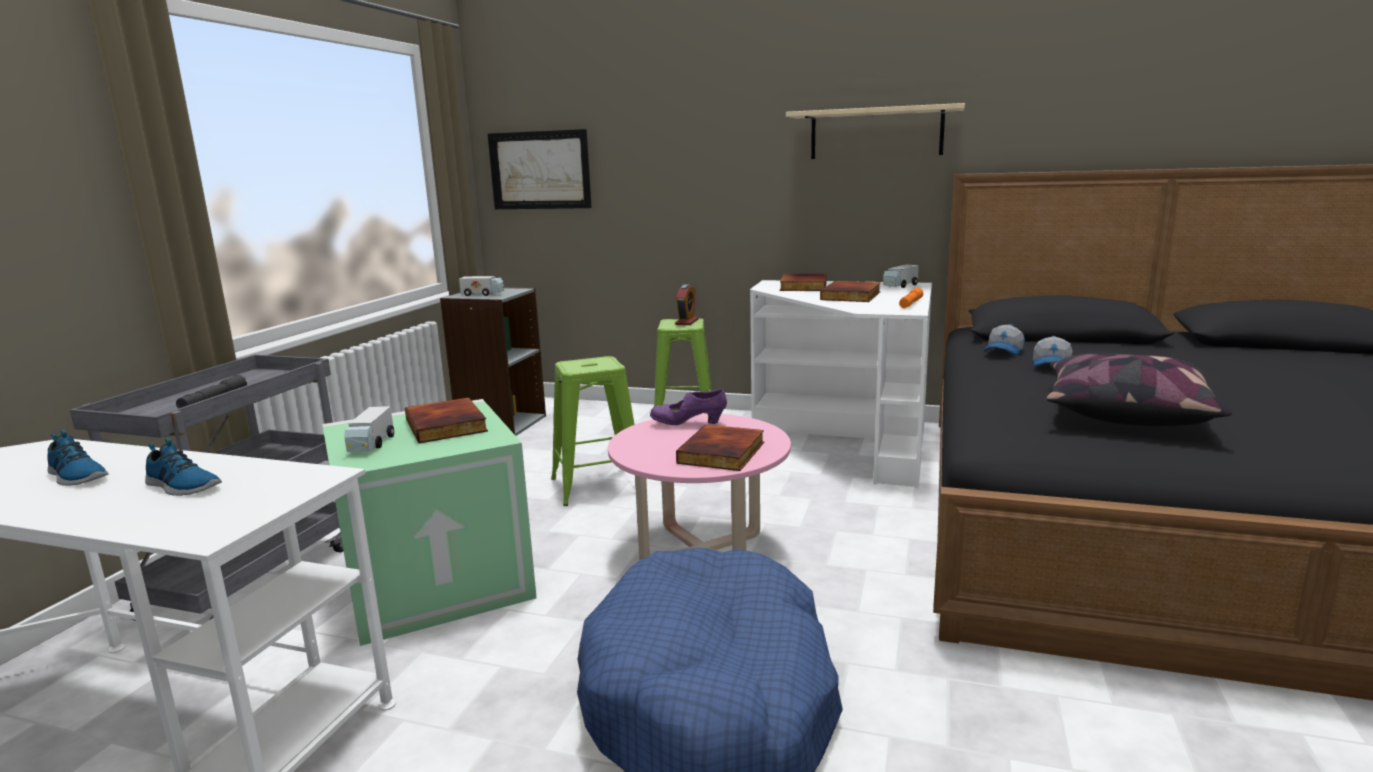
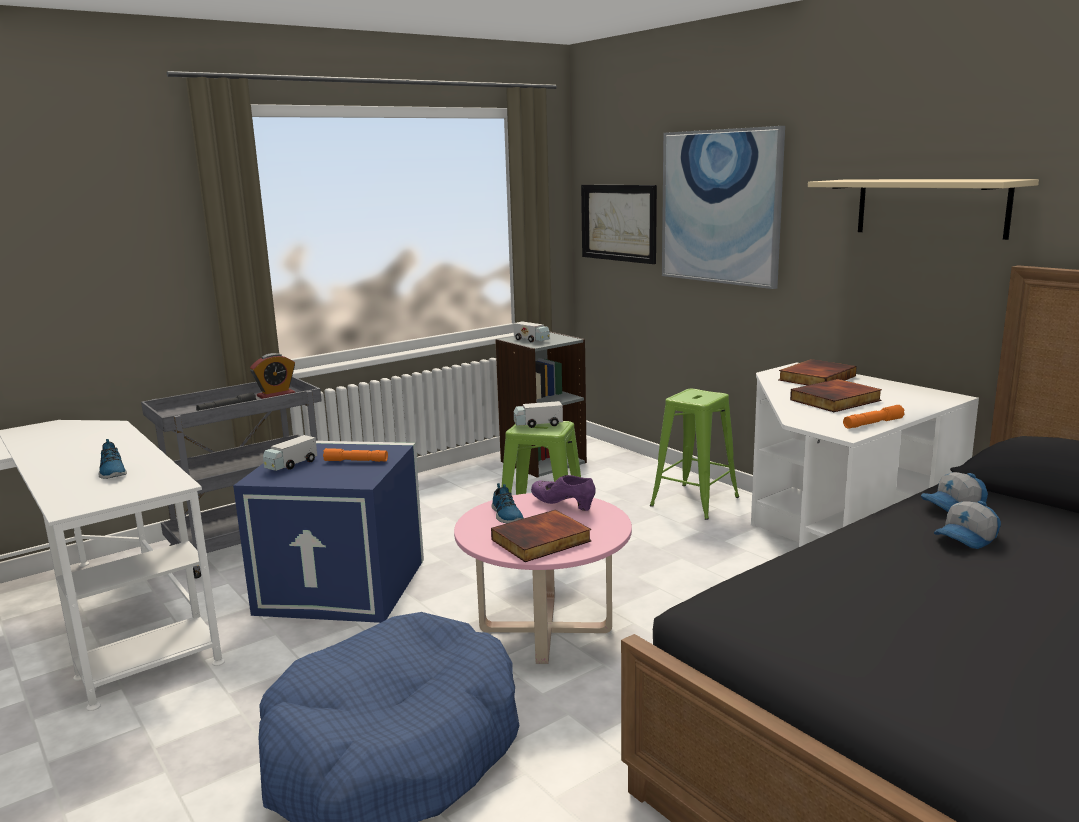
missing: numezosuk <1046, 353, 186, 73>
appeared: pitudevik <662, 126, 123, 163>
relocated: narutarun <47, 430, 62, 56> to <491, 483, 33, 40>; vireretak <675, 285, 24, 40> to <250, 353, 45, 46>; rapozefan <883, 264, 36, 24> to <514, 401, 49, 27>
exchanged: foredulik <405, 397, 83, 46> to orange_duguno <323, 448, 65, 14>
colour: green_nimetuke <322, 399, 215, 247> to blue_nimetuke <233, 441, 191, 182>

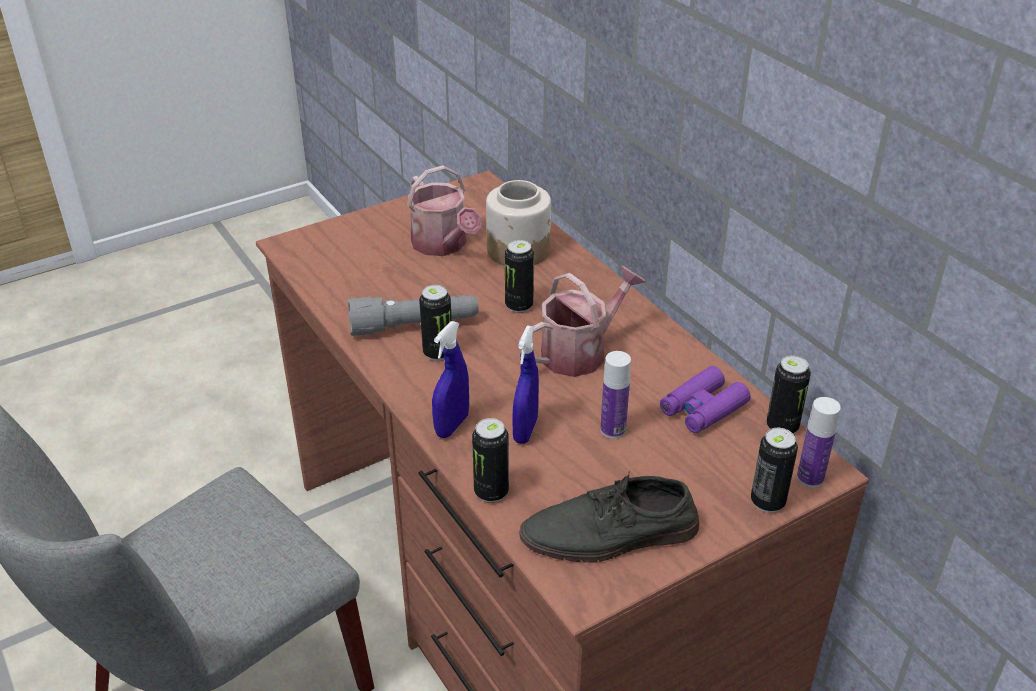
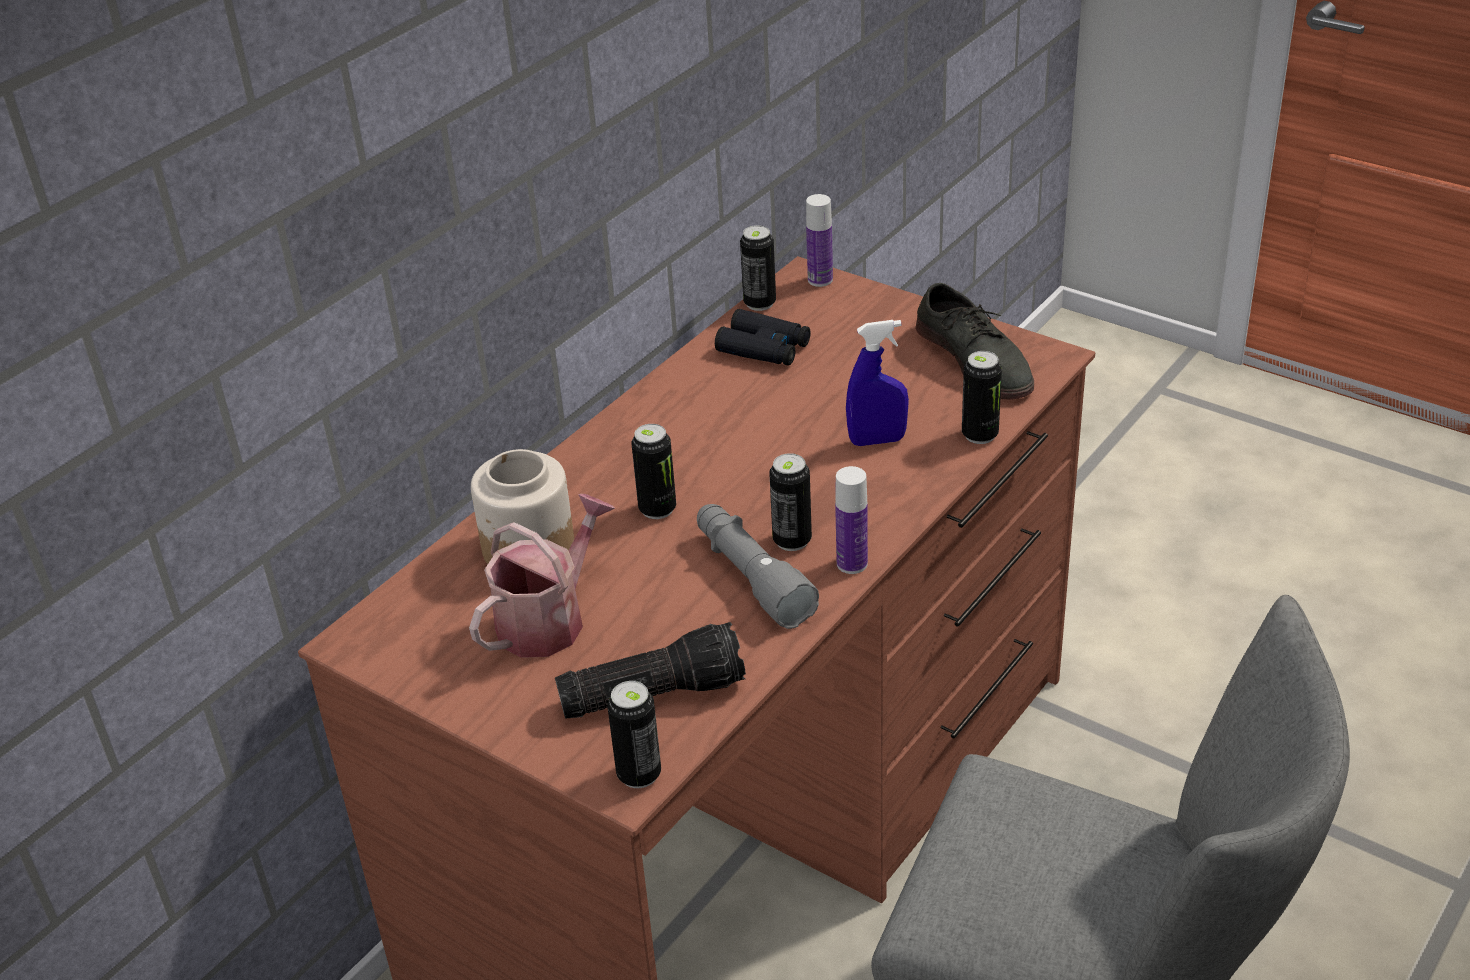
missing: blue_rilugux <432, 321, 37, 117>; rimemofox <533, 266, 113, 111>
appeared: duguno <555, 622, 191, 97>
relocated: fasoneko <600, 351, 31, 88> to <835, 466, 33, 108>; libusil <751, 428, 47, 85> to <607, 681, 54, 107>
colour: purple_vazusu <660, 366, 91, 67> to black_vazusu <715, 309, 96, 57>

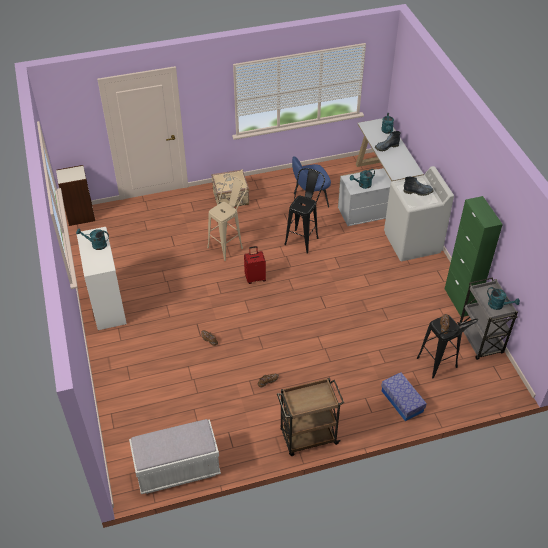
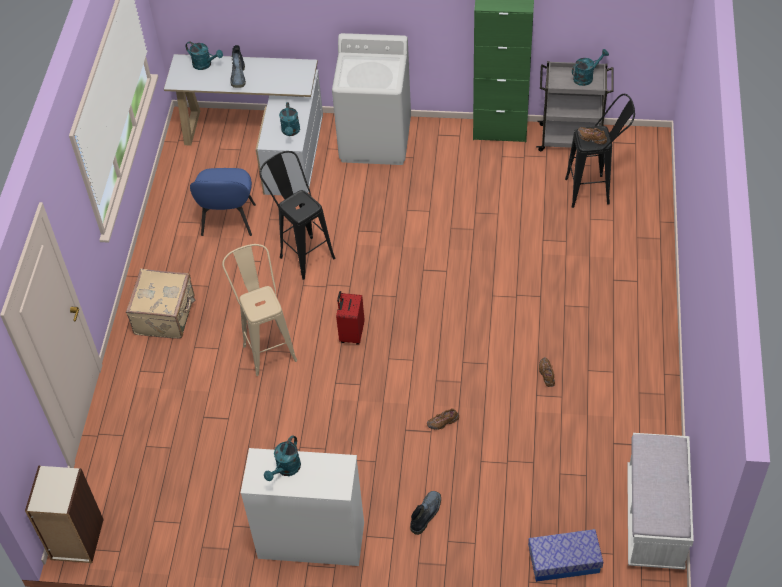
missing: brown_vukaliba <277, 378, 67, 78>
relocated: nimetuke <381, 372, 46, 49> to <528, 529, 75, 53>; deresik <404, 177, 29, 19> to <410, 491, 31, 44>

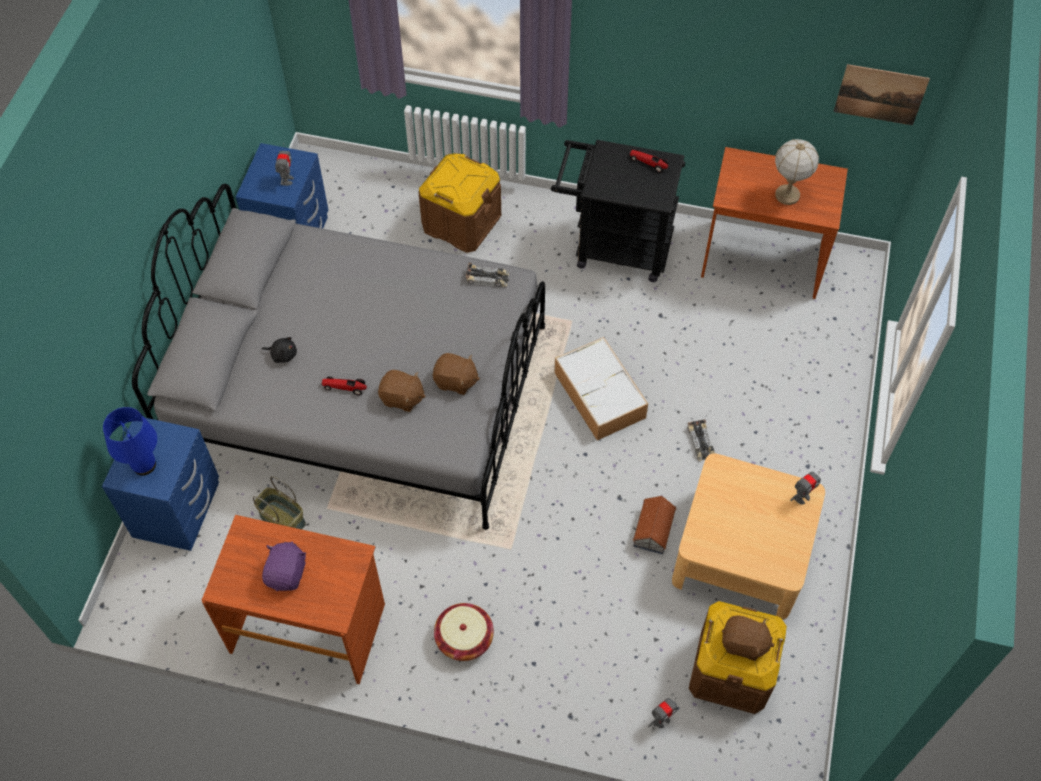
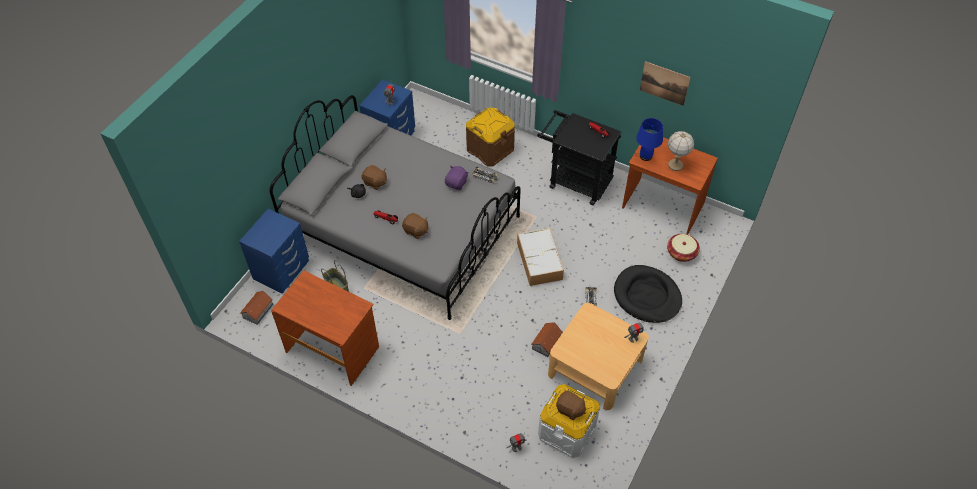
appeared: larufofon <240, 291, 33, 34>; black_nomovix <614, 265, 68, 58>
relocated: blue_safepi <103, 407, 54, 68> to <636, 118, 27, 43>; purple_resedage <262, 542, 44, 49> to <445, 165, 24, 25>; brown_resedage <433, 353, 47, 42> to <361, 165, 26, 25>; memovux <434, 603, 60, 58> to <667, 234, 33, 28>; pitudevik <834, 64, 96, 61> to <640, 61, 51, 45>
colour: brown_nimetuke <689, 601, 98, 113> to white_nimetuke <538, 384, 62, 74>

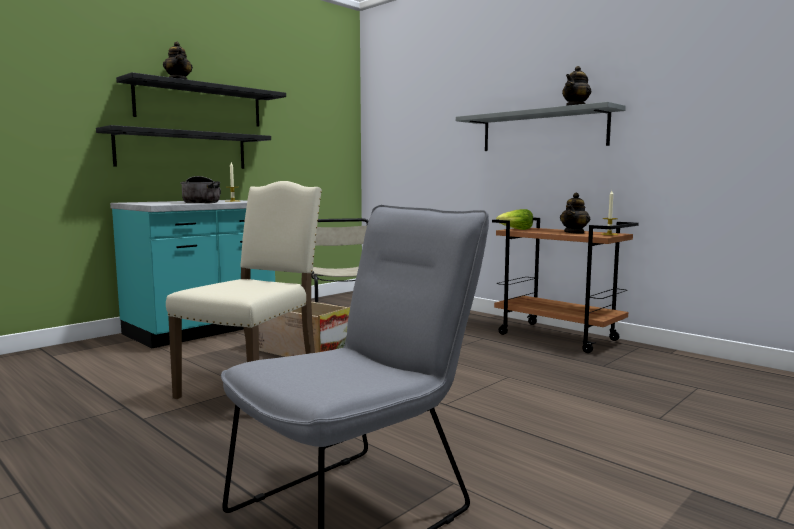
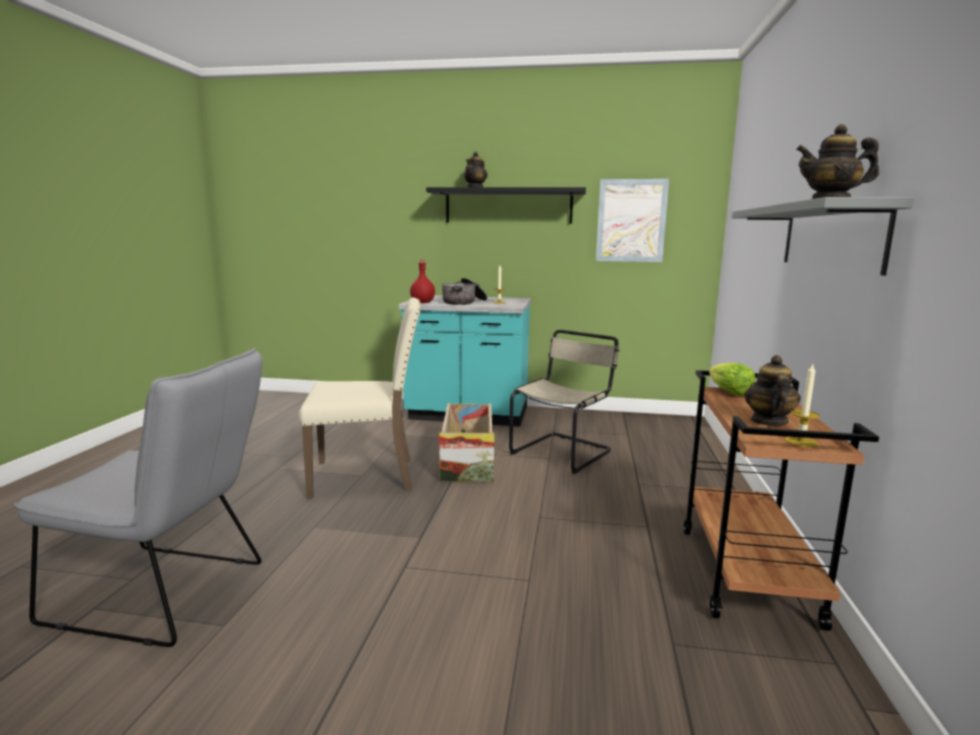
missing: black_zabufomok <96, 125, 175, 44>
appeared: red_fasoneko <410, 259, 25, 44>; pitudevik <596, 179, 73, 83>
spun: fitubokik <560, 193, 30, 41> = <744, 355, 57, 71> 105 degrees clockwise

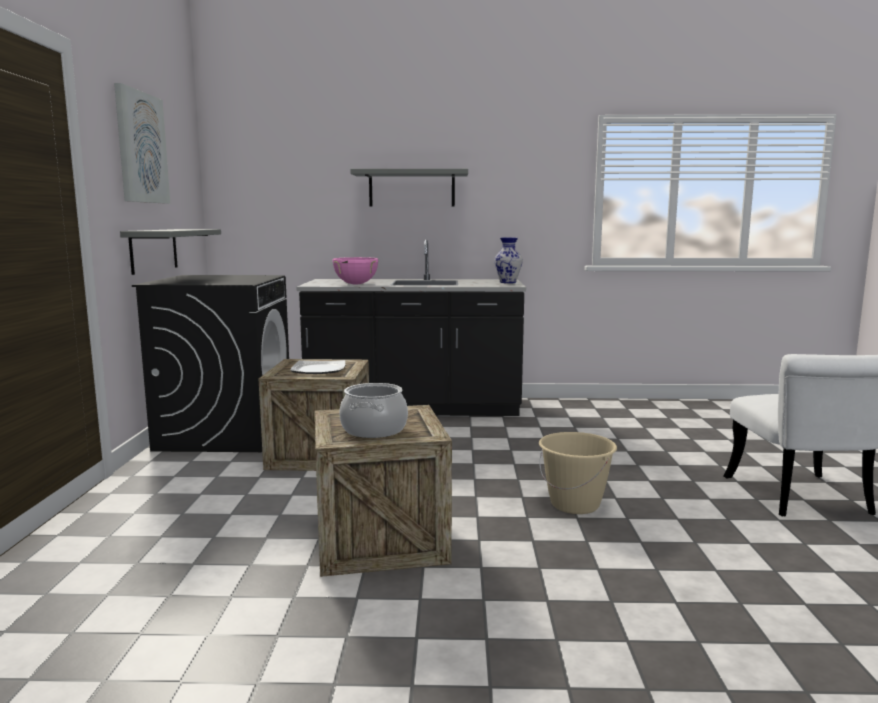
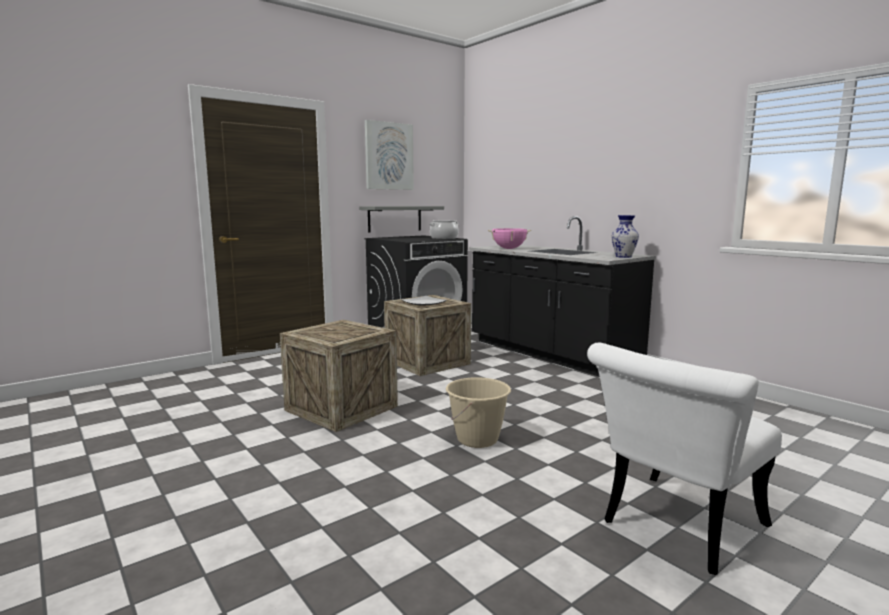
missing: grey_zabufomok <350, 169, 118, 38>
relocated: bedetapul <340, 383, 68, 55> to <430, 220, 29, 19>

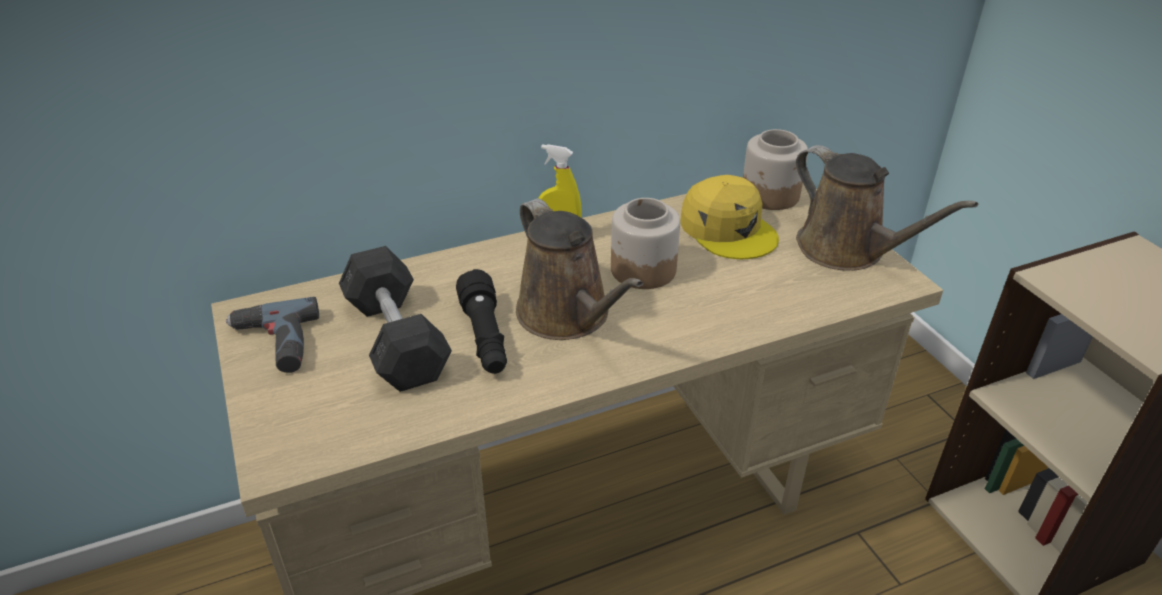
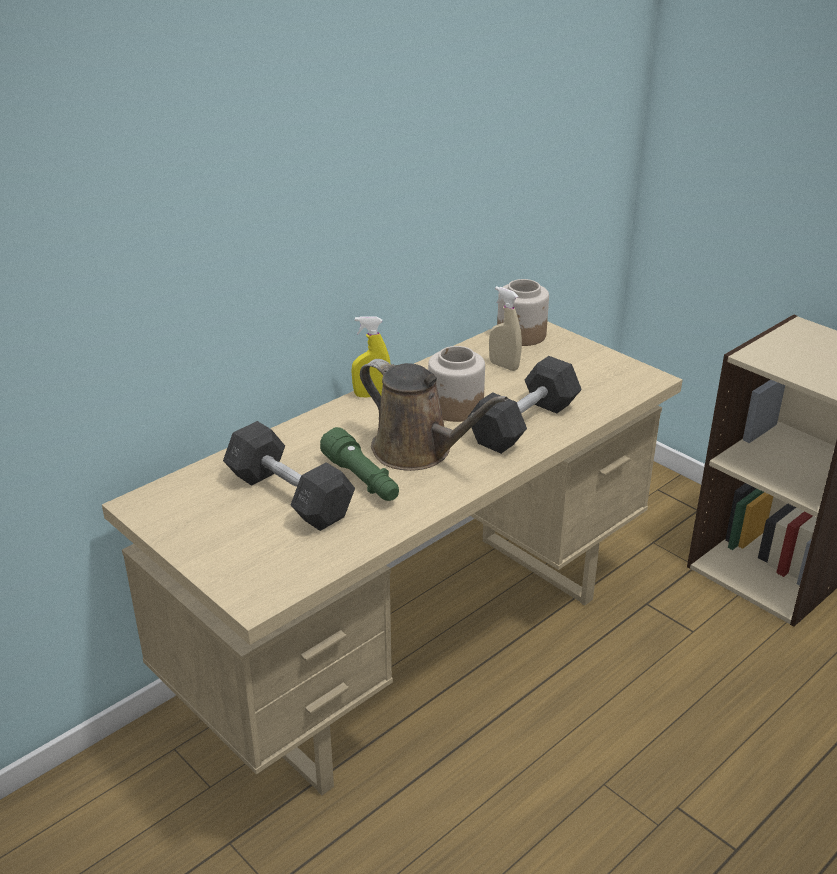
missing: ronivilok <226, 297, 93, 76>; brown_rimemofox <796, 145, 182, 126>
appeared: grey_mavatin <467, 356, 115, 98>
exchanged: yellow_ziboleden <680, 175, 99, 84> to beige_rilugux <489, 286, 33, 85>
colour: black_duguno <456, 269, 51, 105> to green_duguno <320, 427, 79, 74>

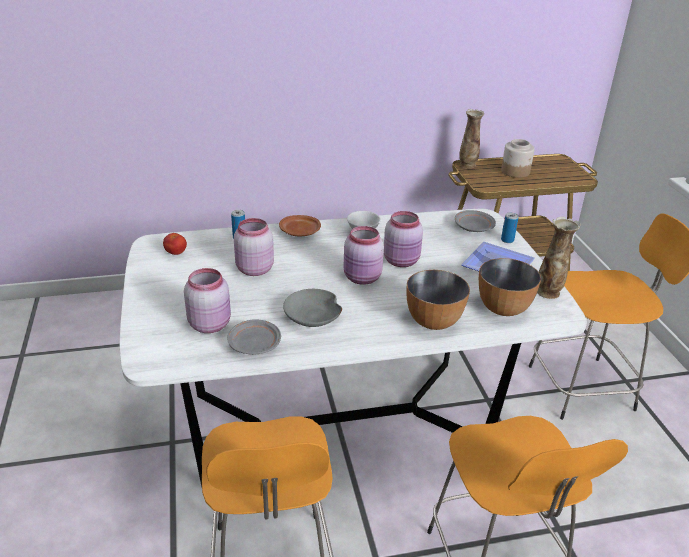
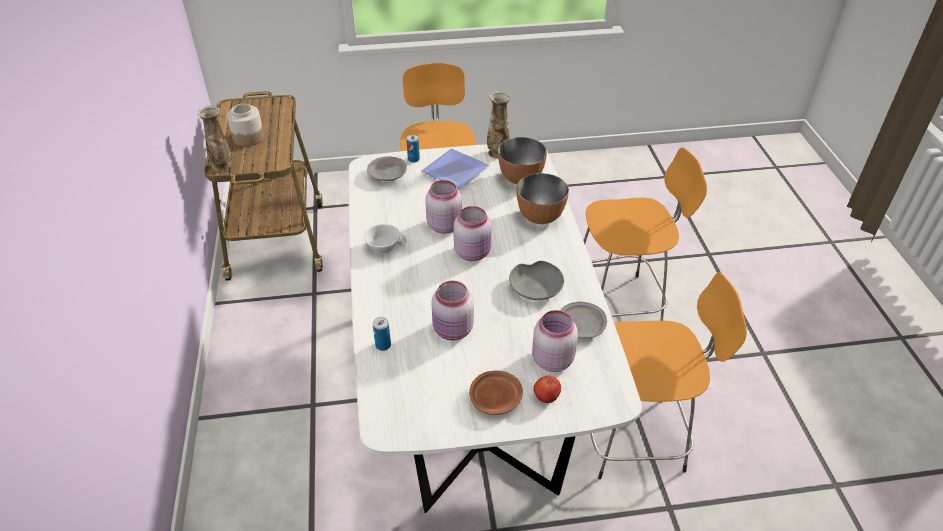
relocated: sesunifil <163, 233, 24, 22> to <533, 375, 28, 28>; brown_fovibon <279, 215, 42, 21> to <469, 371, 54, 44>

